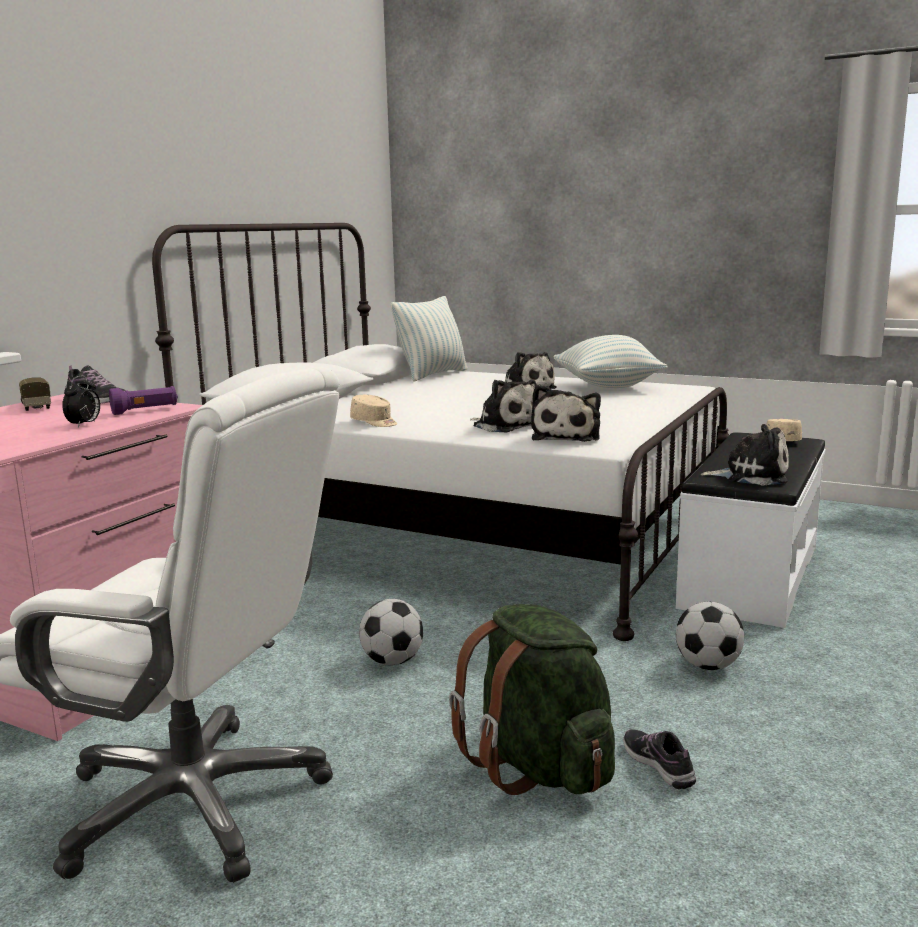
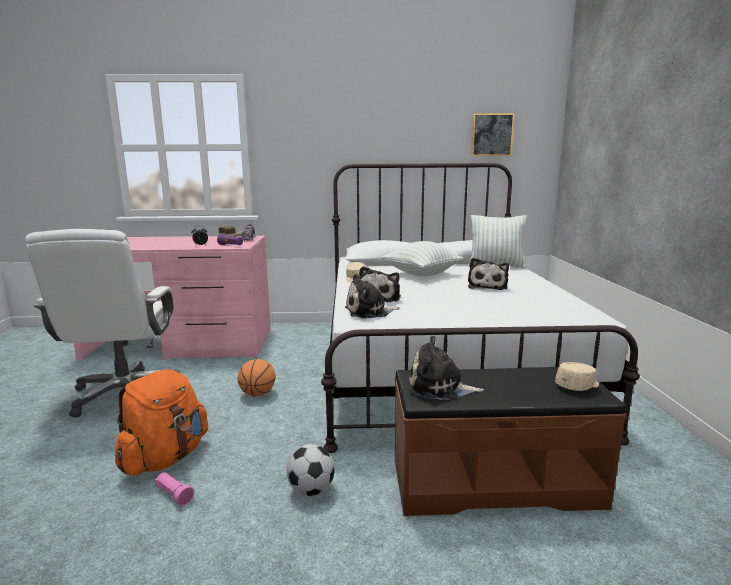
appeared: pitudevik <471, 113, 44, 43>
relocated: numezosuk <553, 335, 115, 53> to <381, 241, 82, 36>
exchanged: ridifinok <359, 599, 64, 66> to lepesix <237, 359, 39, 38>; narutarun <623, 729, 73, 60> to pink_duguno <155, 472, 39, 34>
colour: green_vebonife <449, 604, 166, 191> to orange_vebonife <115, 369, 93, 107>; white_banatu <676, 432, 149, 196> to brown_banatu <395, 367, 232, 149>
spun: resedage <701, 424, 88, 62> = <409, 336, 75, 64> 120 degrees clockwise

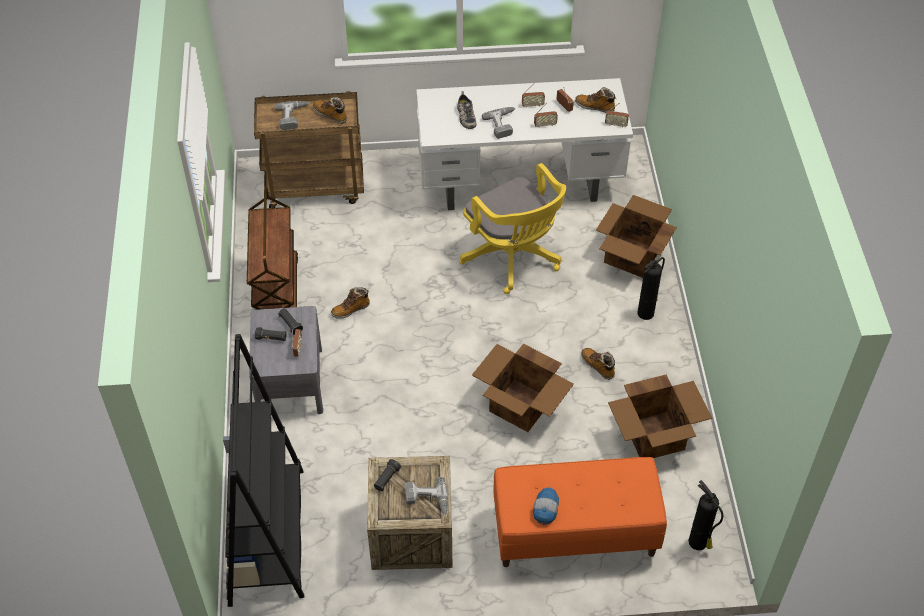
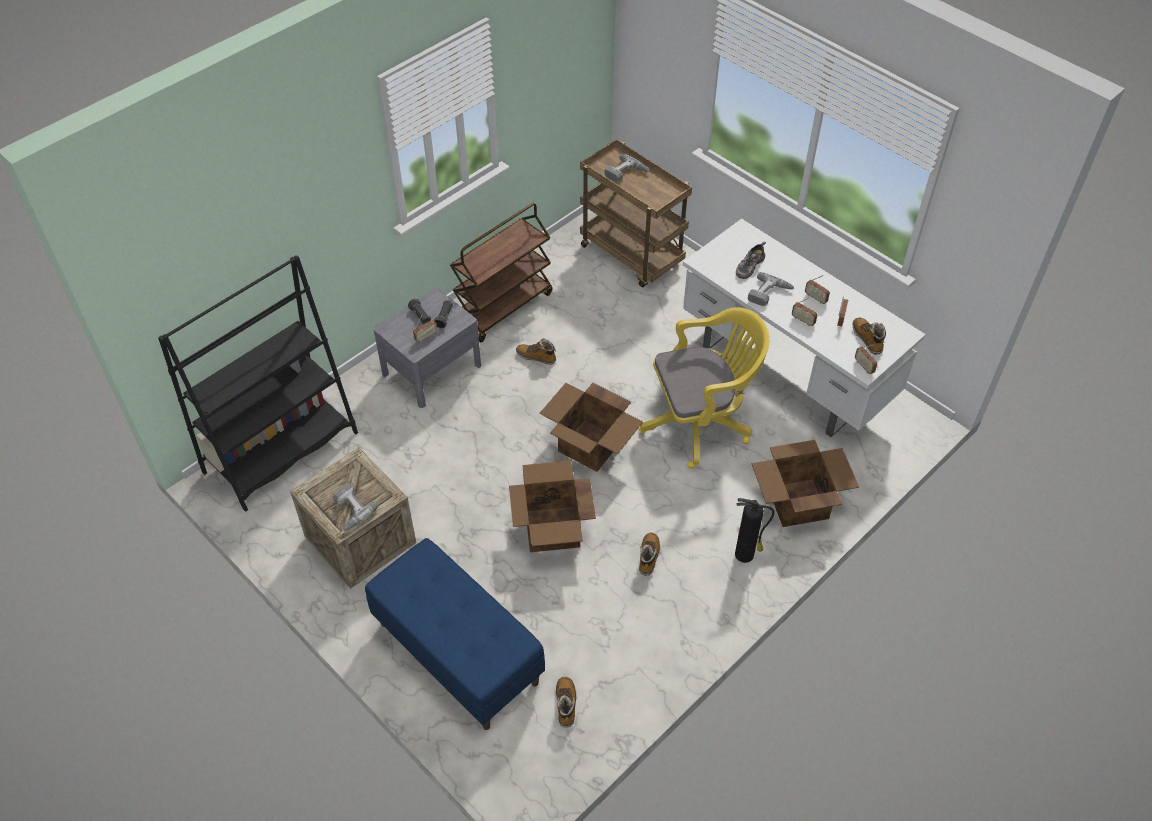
missing: black_duguno <374, 459, 27, 32>; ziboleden <533, 487, 26, 38>; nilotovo <688, 480, 35, 70>
relocated: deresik <313, 97, 34, 27> to <556, 676, 21, 52>; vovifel <608, 375, 104, 83> to <540, 383, 103, 89>
colour: orange_banatu <493, 457, 174, 110> to blue_banatu <365, 538, 180, 192>
spun: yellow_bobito <459, 163, 107, 131> = <639, 307, 131, 162> 120 degrees counterclockwise

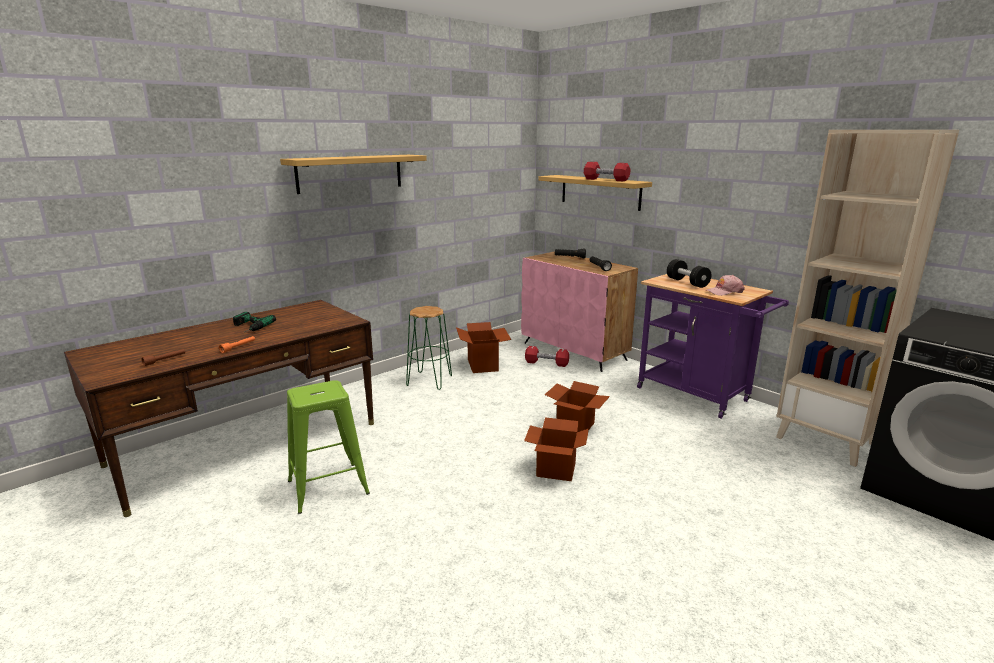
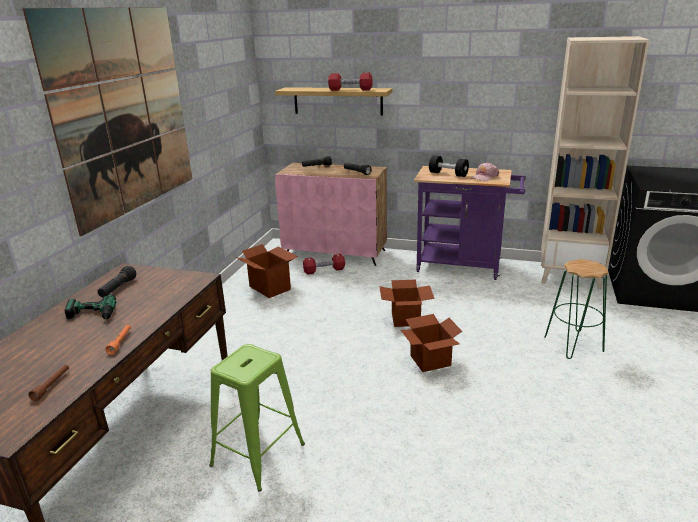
appeared: black_duguno <97, 266, 39, 31>
relocated: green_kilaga <406, 306, 46, 84> to <544, 259, 65, 100>
exchanged: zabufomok <280, 155, 147, 39> to pitudevik <23, 7, 169, 229>

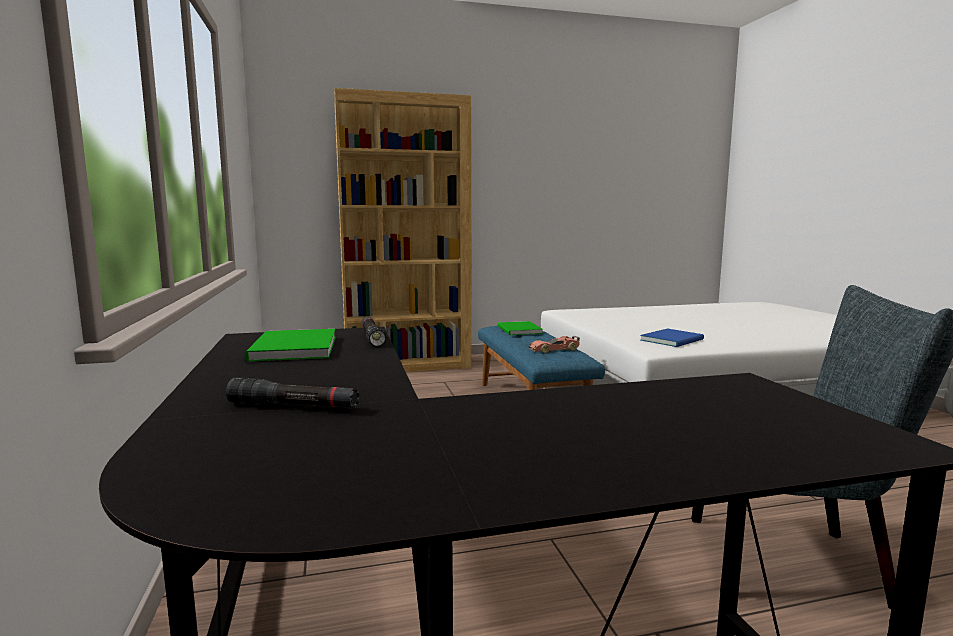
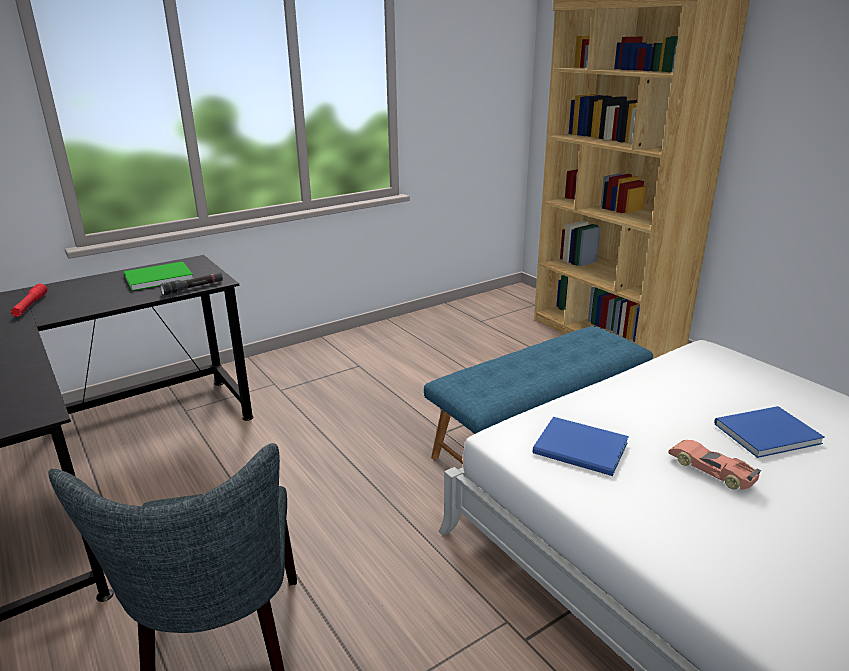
missing: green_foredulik <498, 321, 45, 14>
appeared: blue_foredulik <714, 406, 111, 52>
relocated: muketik <529, 336, 51, 17> to <668, 440, 93, 50>
colour: black_duguno <226, 377, 134, 31> to red_duguno <11, 284, 36, 33>

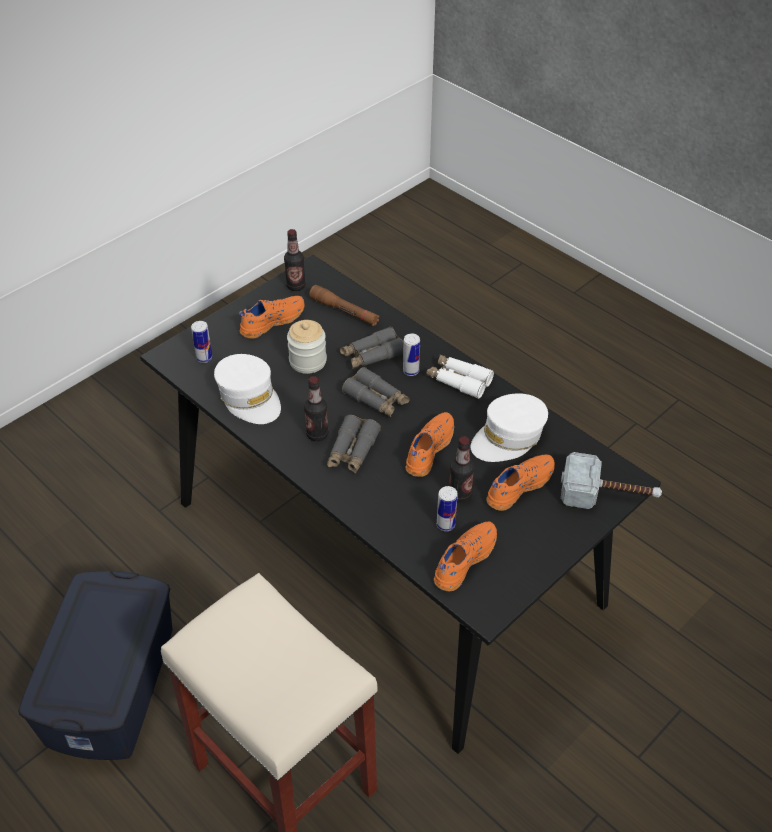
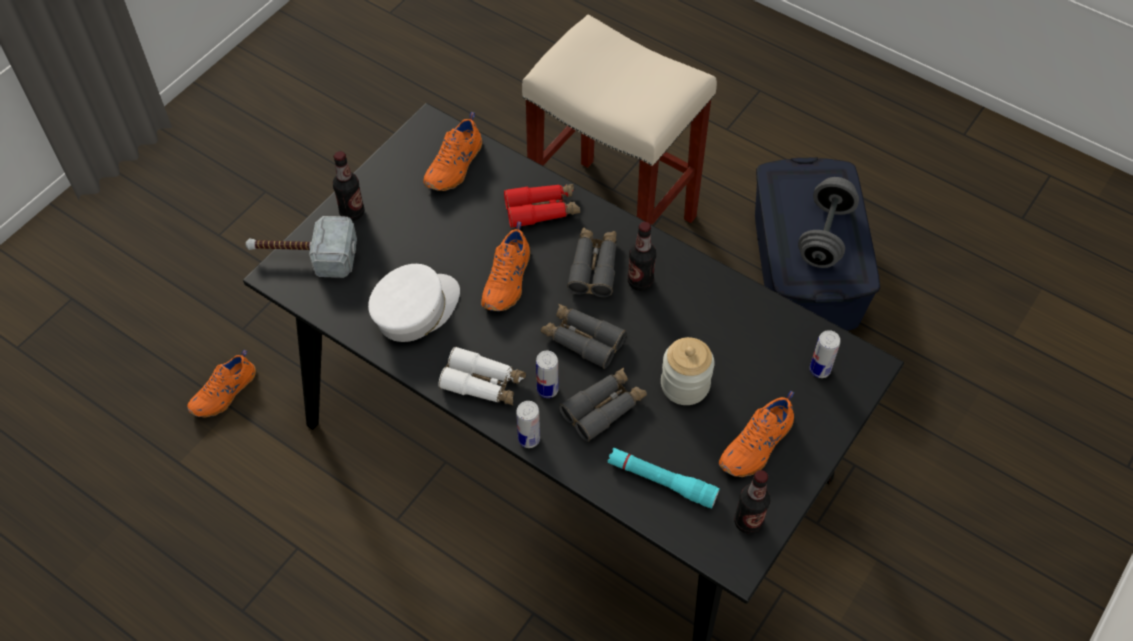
missing: white_ziboleden <214, 354, 67, 70>
appeared: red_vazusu <504, 184, 76, 44>; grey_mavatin <798, 177, 61, 91>
relocated: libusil <437, 486, 21, 45> to <516, 401, 24, 47>; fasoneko <449, 436, 25, 66> to <333, 151, 32, 70>; orange_narutarun <486, 455, 69, 56> to <187, 350, 69, 67>
colour: brown_duguno <309, 285, 70, 41> to turquoise_duguno <608, 448, 112, 61>

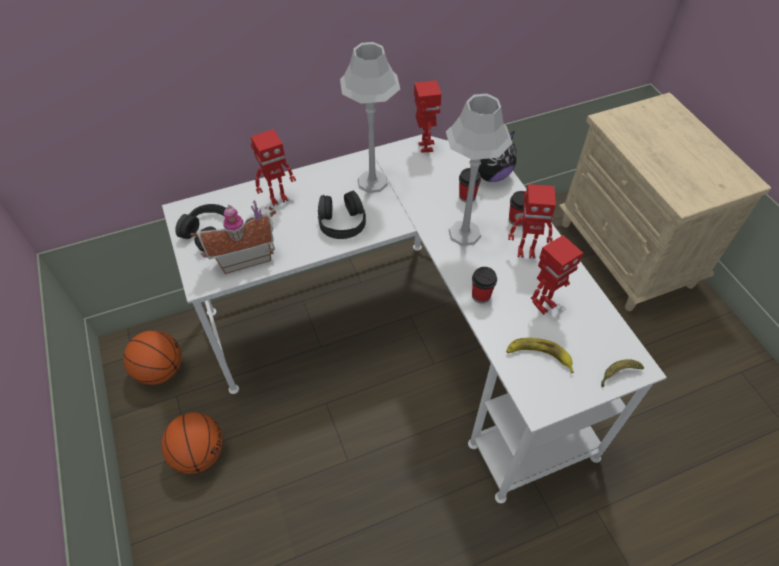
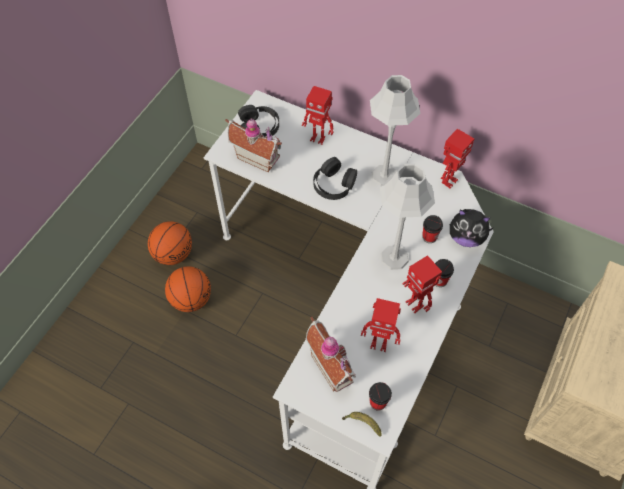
relocated: lepesix <123, 330, 59, 55> to <165, 266, 46, 46>; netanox <472, 267, 25, 36> to <369, 382, 23, 29>
exchanged: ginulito <506, 338, 68, 35> to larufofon <306, 317, 50, 75>

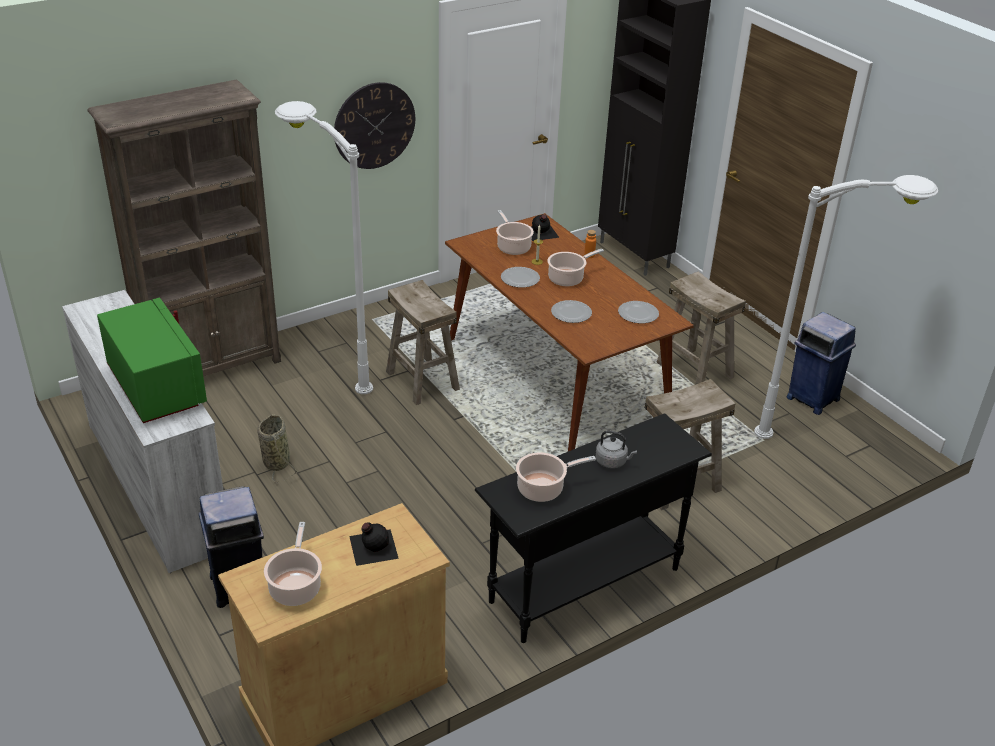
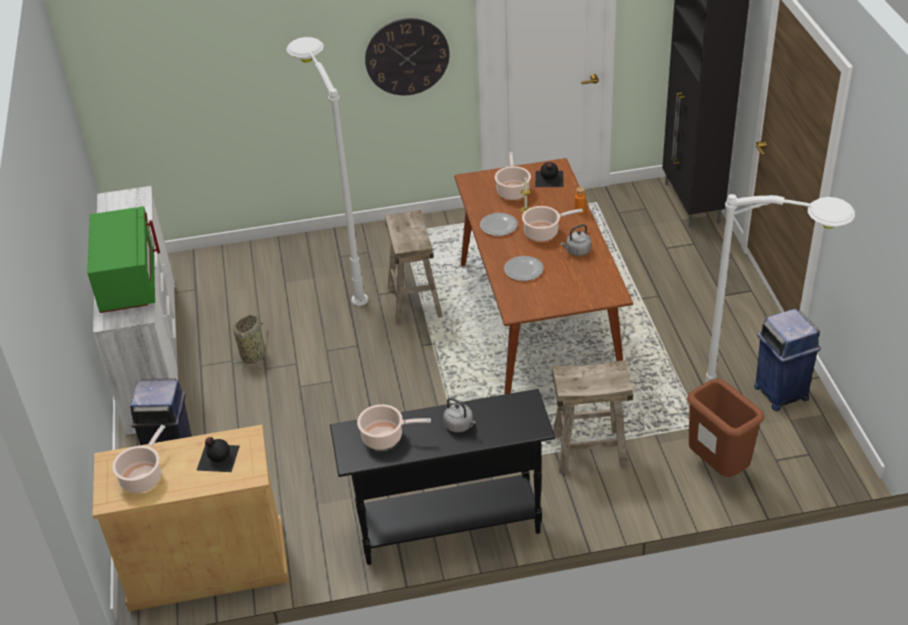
missing: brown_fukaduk <87, 80, 194, 297>; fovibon <618, 301, 41, 23>; beige_kilaga <656, 271, 90, 114>
appeared: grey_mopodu <560, 224, 31, 32>; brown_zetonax <687, 379, 77, 98>

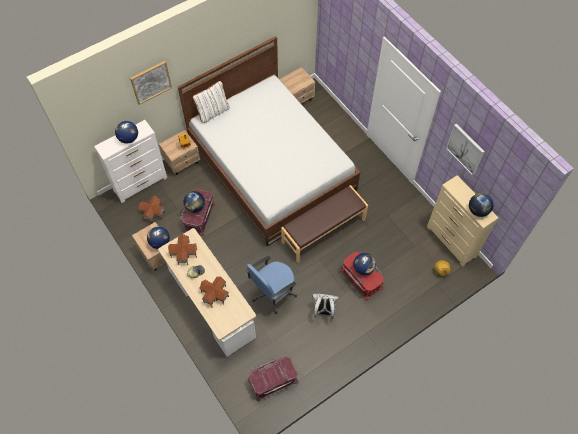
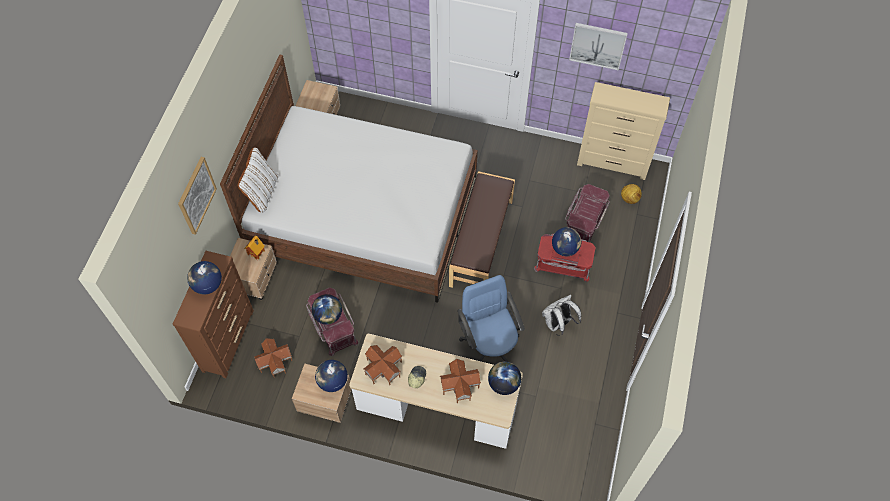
relocated: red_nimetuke <248, 356, 51, 46> to <565, 184, 45, 58>; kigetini <469, 193, 24, 24> to <488, 361, 33, 34>
colour: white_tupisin <94, 120, 73, 83> to brown_tupisin <173, 251, 81, 127>
spun: blue_bobito <246, 256, 51, 58> = <457, 275, 68, 87> 150 degrees clockwise

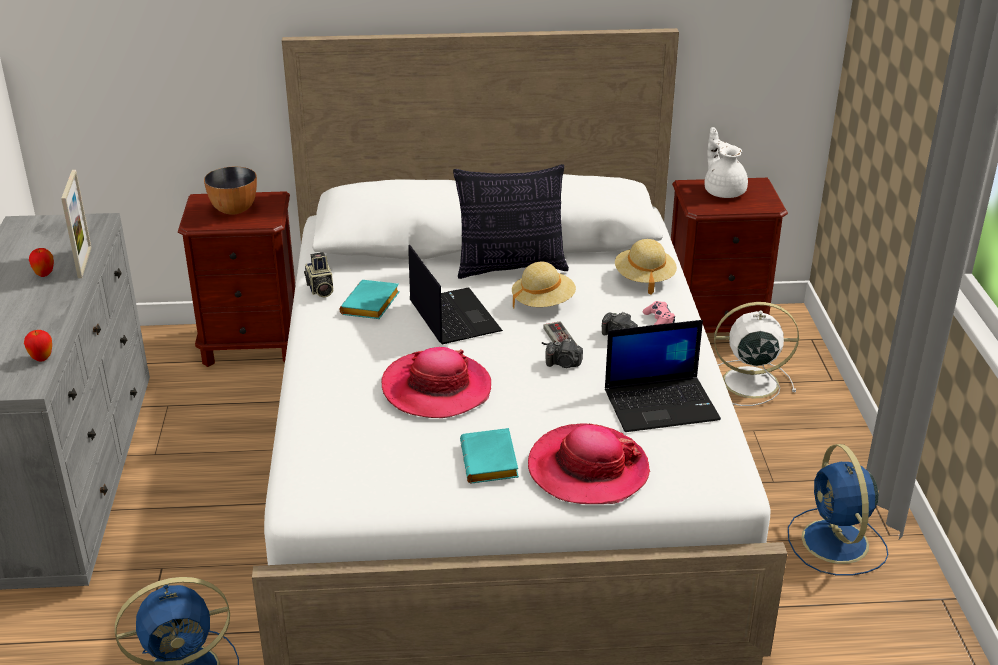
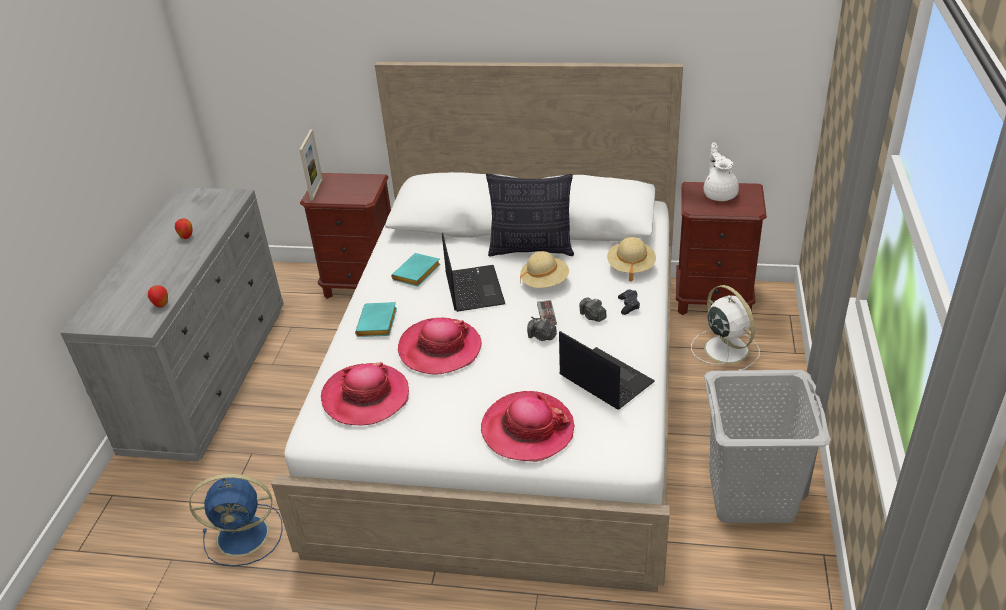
missing: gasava <204, 166, 53, 49>; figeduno <304, 252, 29, 46>
appeared: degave <321, 362, 88, 63>
relocated: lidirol <61, 170, 30, 108> to <299, 129, 24, 72>; turquoise_foredulik <460, 428, 59, 56> to <355, 302, 42, 35>
exchanged: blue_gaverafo <788, 444, 100, 132> to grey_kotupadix <704, 370, 127, 153>
colour: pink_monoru <642, 301, 33, 24> to black_monoru <618, 289, 22, 26>
spun: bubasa <605, 320, 116, 112> = <559, 331, 96, 79> 135 degrees counterclockwise; white_gaverafo <714, 302, 85, 104> = <691, 285, 69, 85> 45 degrees clockwise

